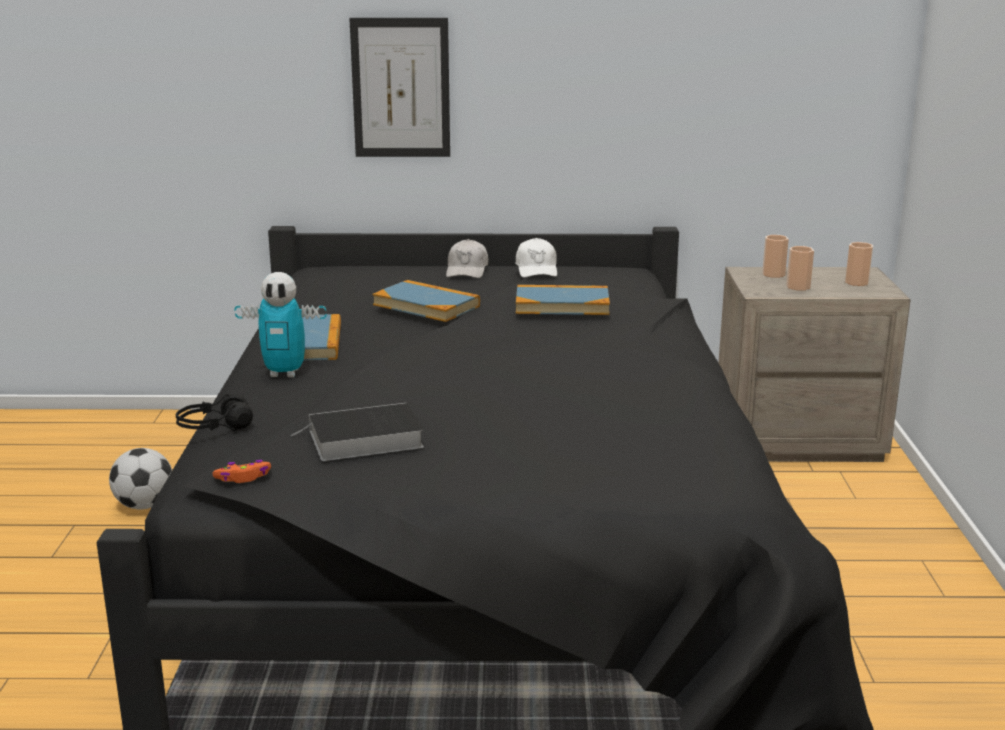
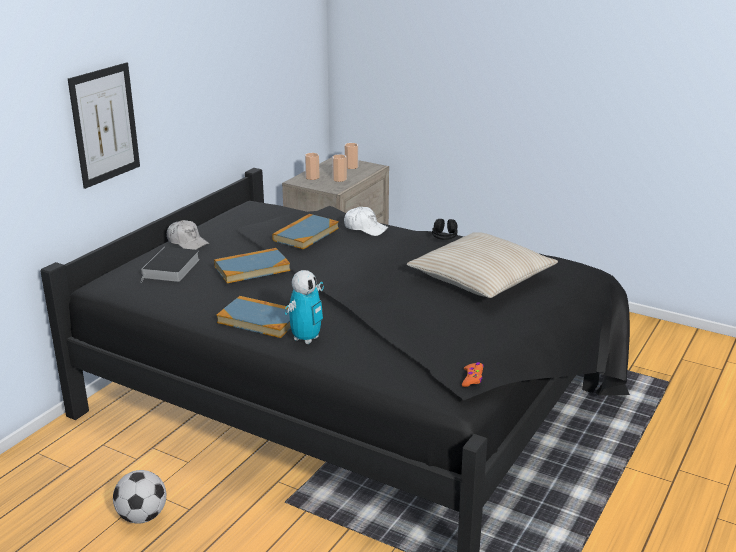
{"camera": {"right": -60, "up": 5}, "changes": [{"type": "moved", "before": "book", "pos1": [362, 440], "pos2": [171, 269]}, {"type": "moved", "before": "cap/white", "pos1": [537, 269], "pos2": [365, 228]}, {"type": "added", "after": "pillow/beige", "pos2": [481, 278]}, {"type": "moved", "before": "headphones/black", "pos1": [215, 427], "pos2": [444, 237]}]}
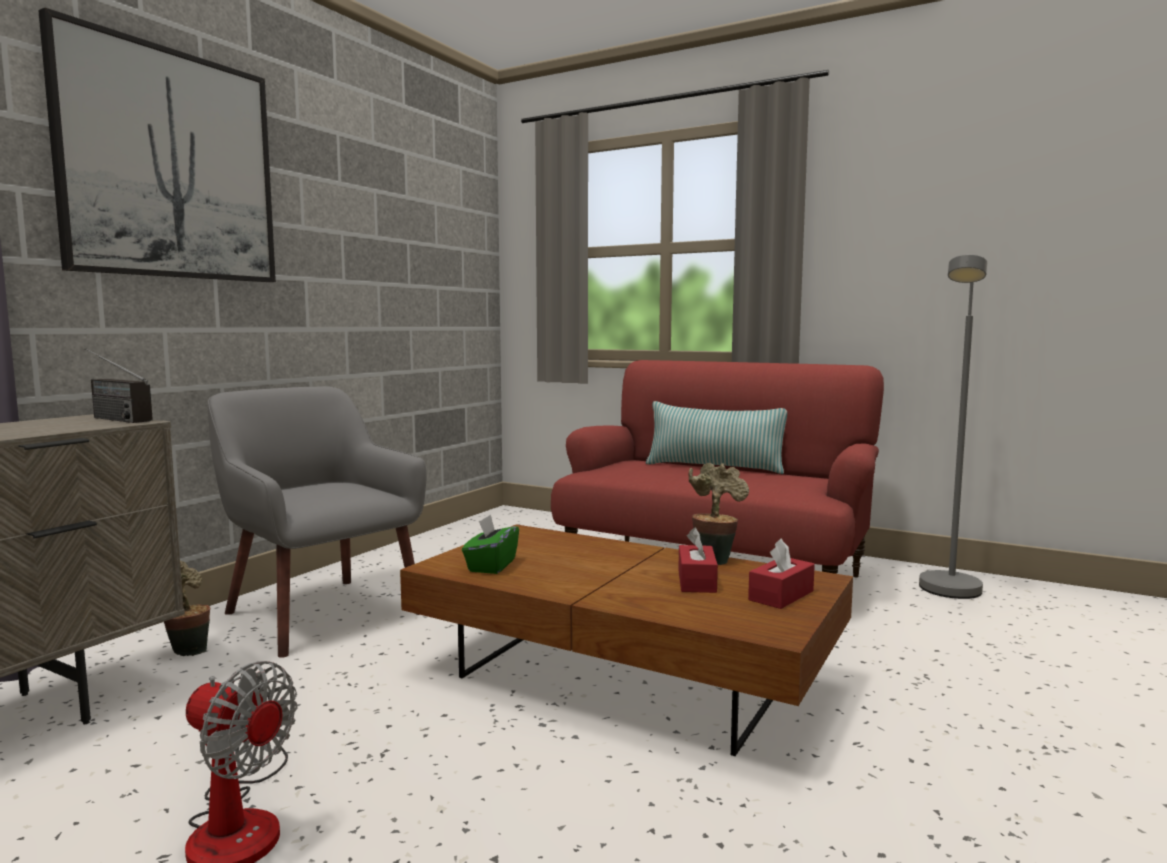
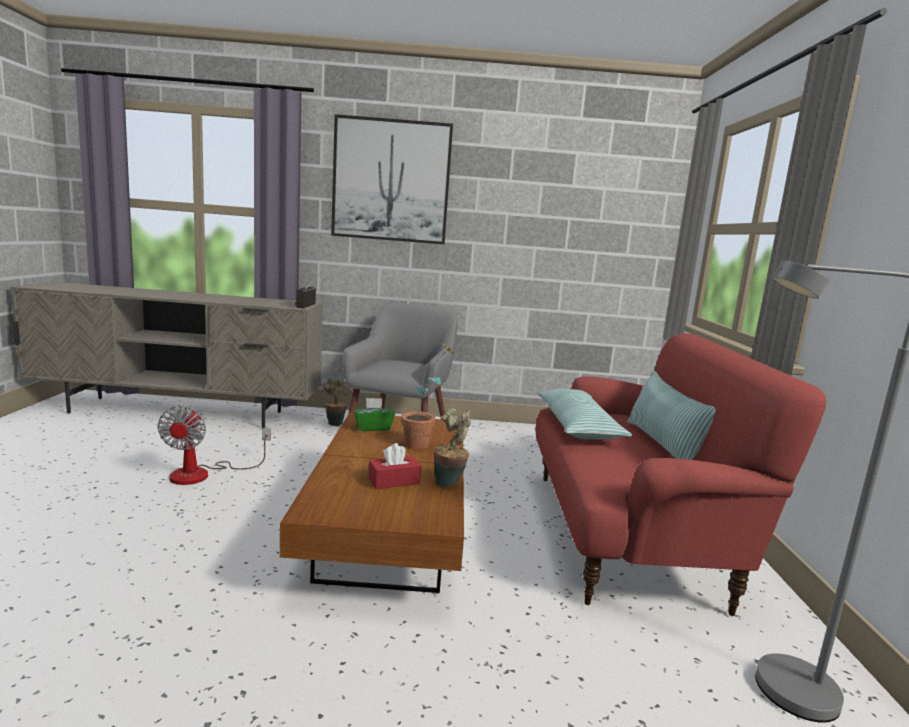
{"camera": {"right": 60, "up": 5}, "changes": [{"type": "added", "after": "potted plant", "pos2": [424, 444]}, {"type": "added", "after": "pillow", "pos2": [578, 426]}, {"type": "removed", "before": "tissue box/red", "pos1": [781, 595]}]}
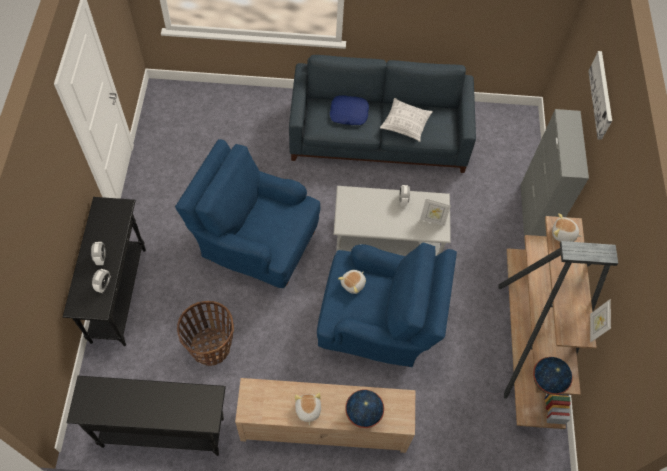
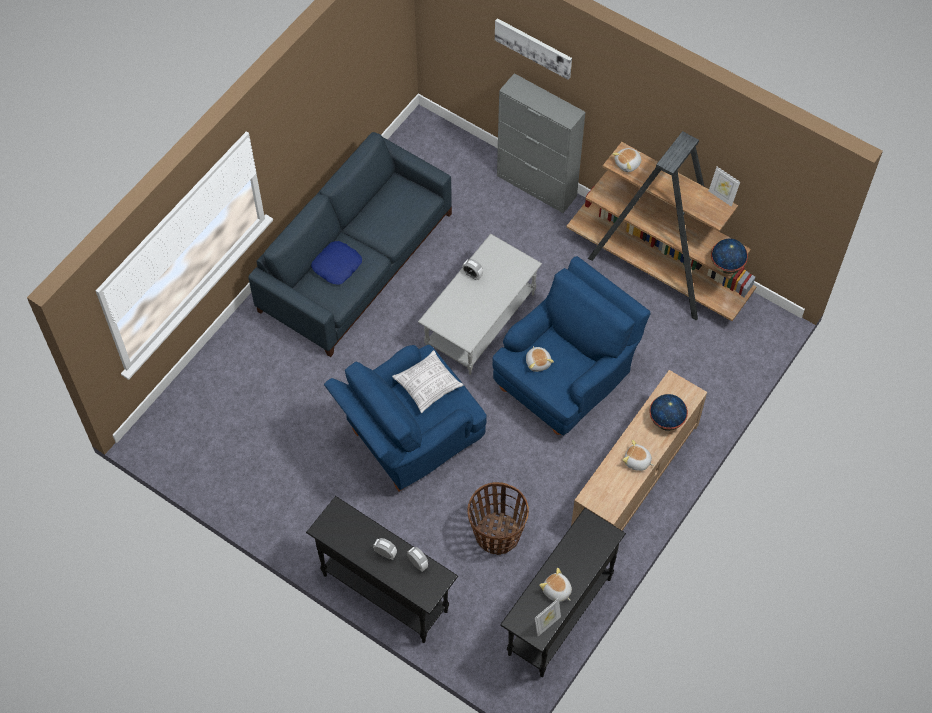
{"camera": {"right": -55, "up": 0}, "changes": [{"type": "moved", "before": "pillow", "pos1": [405, 124], "pos2": [428, 385]}, {"type": "moved", "before": "picture frame", "pos1": [432, 220], "pos2": [547, 624]}, {"type": "added", "after": "plush toy", "pos2": [556, 591]}]}
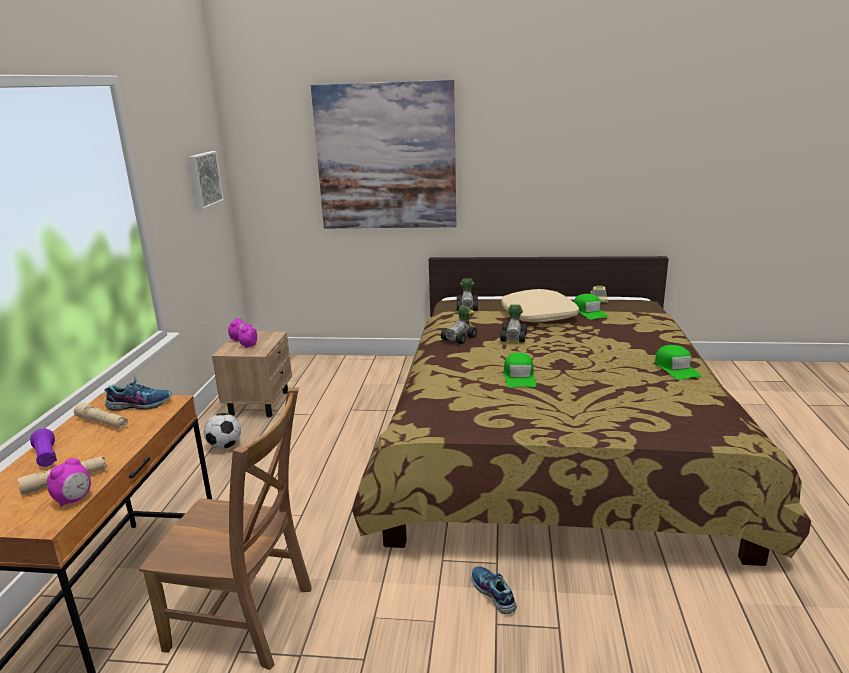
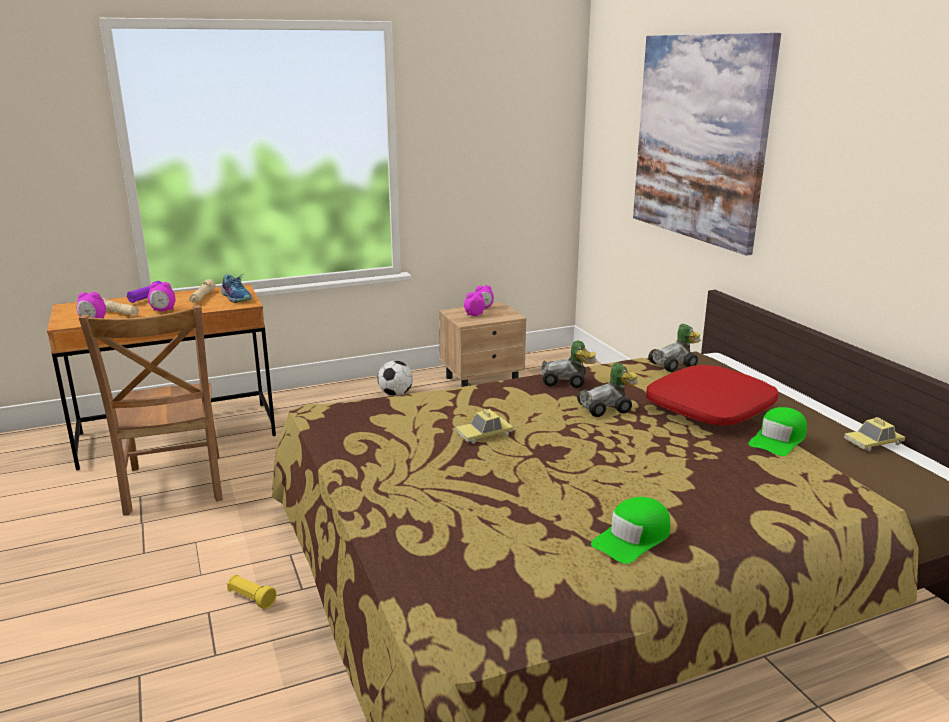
{"camera": {"right": 60, "up": 0}, "changes": [{"type": "added", "after": "alarm clock", "pos2": [163, 310]}, {"type": "replaced", "before": "shoe", "after": "flashlight/yellow", "pos1": [492, 594], "pos2": [251, 598]}, {"type": "replaced", "before": "cap/green", "after": "toy car", "pos1": [519, 377], "pos2": [484, 434]}, {"type": "recoloured", "before": "pillow/beige", "after": "pillow/red", "pos1": [539, 315], "pos2": [710, 409]}, {"type": "removed", "before": "picture", "pos1": [204, 179]}]}
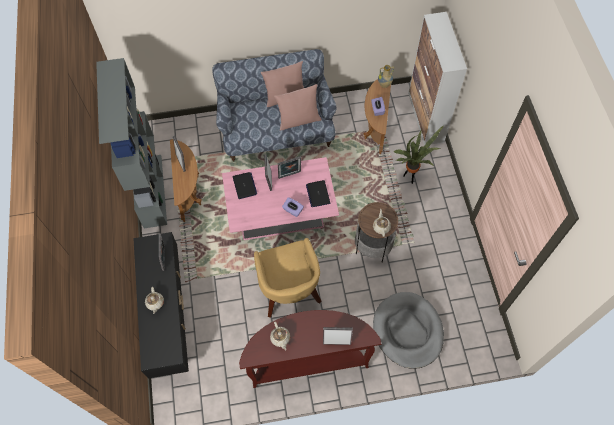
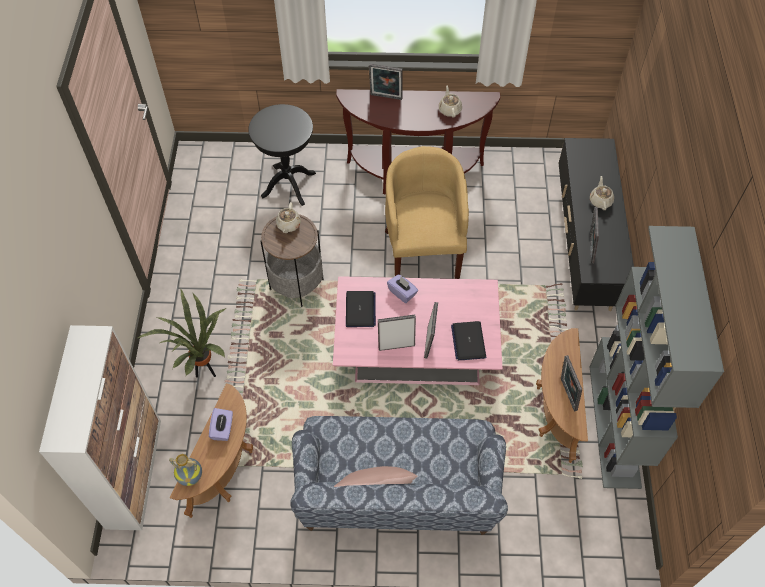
{"camera": {"right": -170, "up": -5}, "changes": [{"type": "replaced", "before": "dog bed/grey", "after": "side table/black", "pos1": [408, 331], "pos2": [288, 184]}, {"type": "removed", "before": "pillow/pink", "pos1": [298, 120]}]}
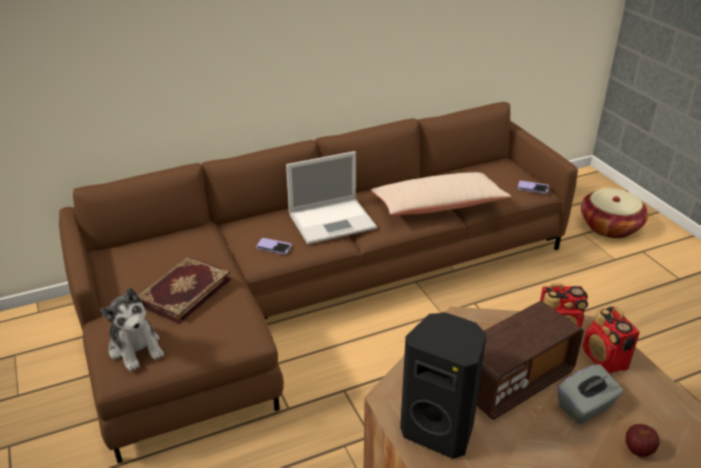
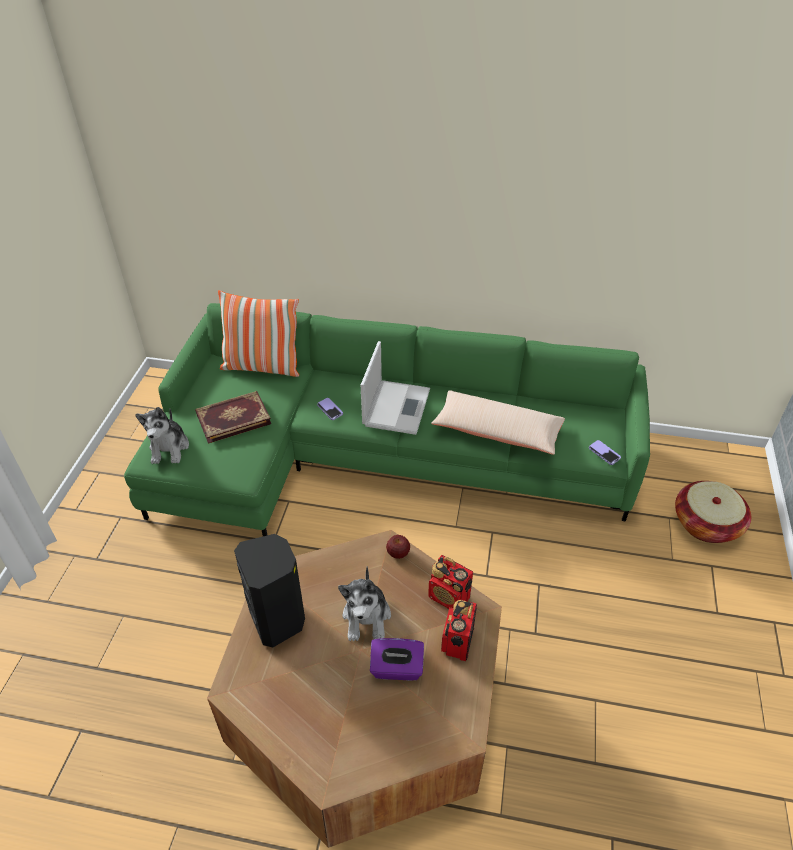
{"camera": {"right": 35, "up": 10}, "changes": [{"type": "recoloured", "before": "sofa/brown", "after": "sofa/green", "pos1": [315, 290], "pos2": [377, 455]}, {"type": "added", "after": "pillow", "pos2": [262, 367]}, {"type": "replaced", "before": "radio", "after": "plush toy", "pos1": [513, 382], "pos2": [367, 617]}, {"type": "turned", "before": "laptop", "pos1": [333, 221], "pos2": [396, 406], "turn": -90}, {"type": "recoloured", "before": "tissue box/grey", "after": "tissue box/purple", "pos1": [586, 407], "pos2": [396, 669]}, {"type": "moved", "before": "apple", "pos1": [638, 450], "pos2": [398, 553]}]}
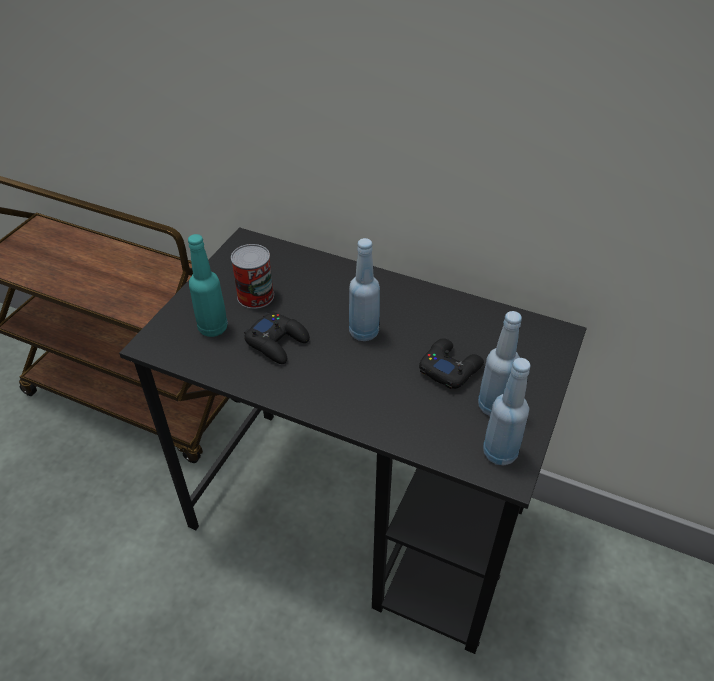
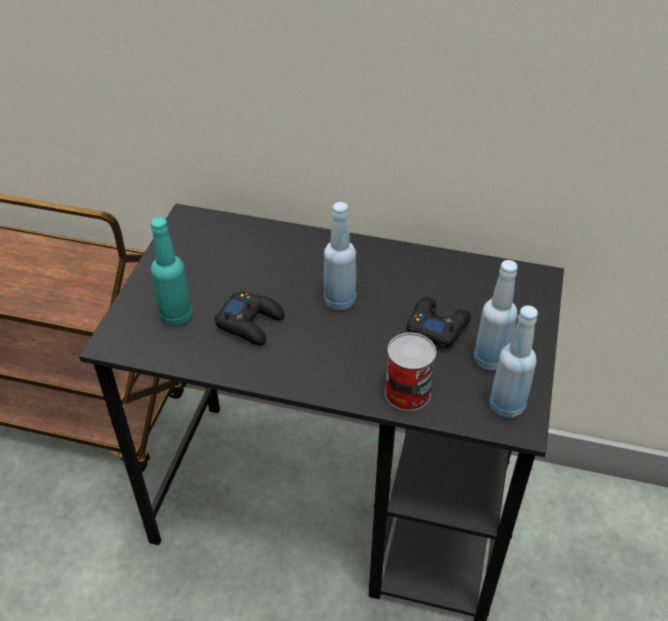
{"camera": {"right": -10, "up": 0}, "changes": [{"type": "moved", "before": "can", "pos1": [255, 296], "pos2": [407, 392]}]}
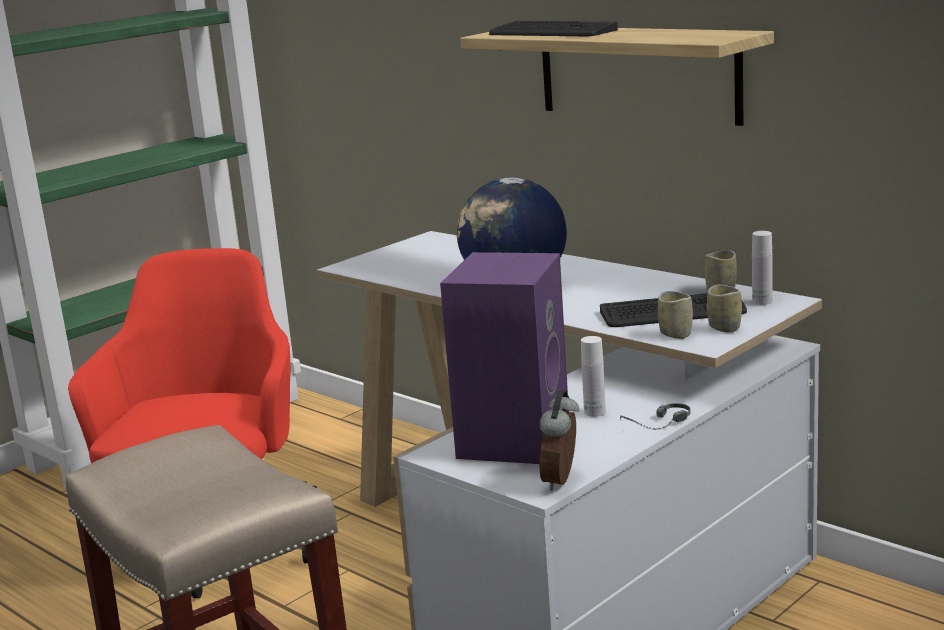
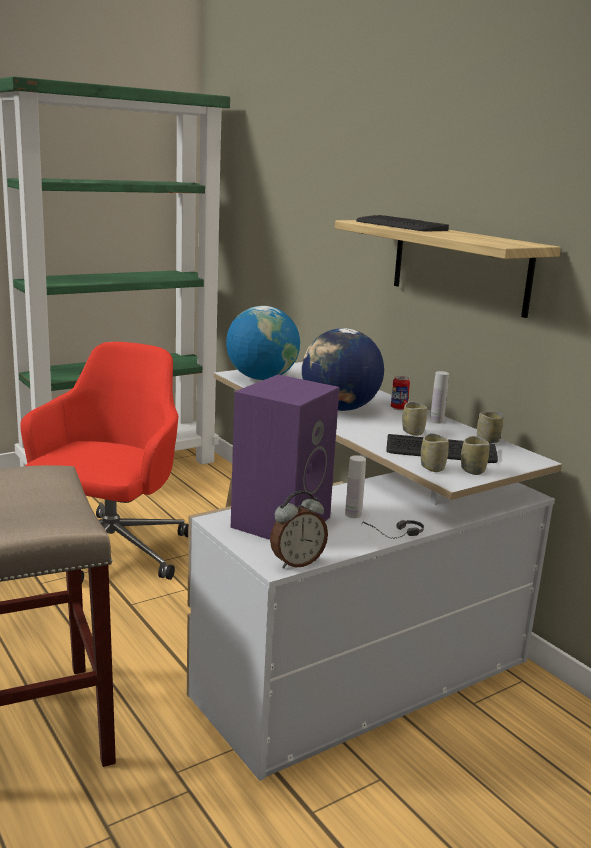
{"camera": {"right": 10, "up": 0}, "changes": [{"type": "added", "after": "globe", "pos2": [261, 378]}, {"type": "turned", "before": "alarm clock", "pos1": [562, 481], "pos2": [296, 562], "turn": -150}, {"type": "added", "after": "can", "pos2": [398, 408]}, {"type": "added", "after": "cup", "pos2": [413, 432]}, {"type": "moved", "before": "bottle/white", "pos1": [762, 301], "pos2": [436, 421]}]}
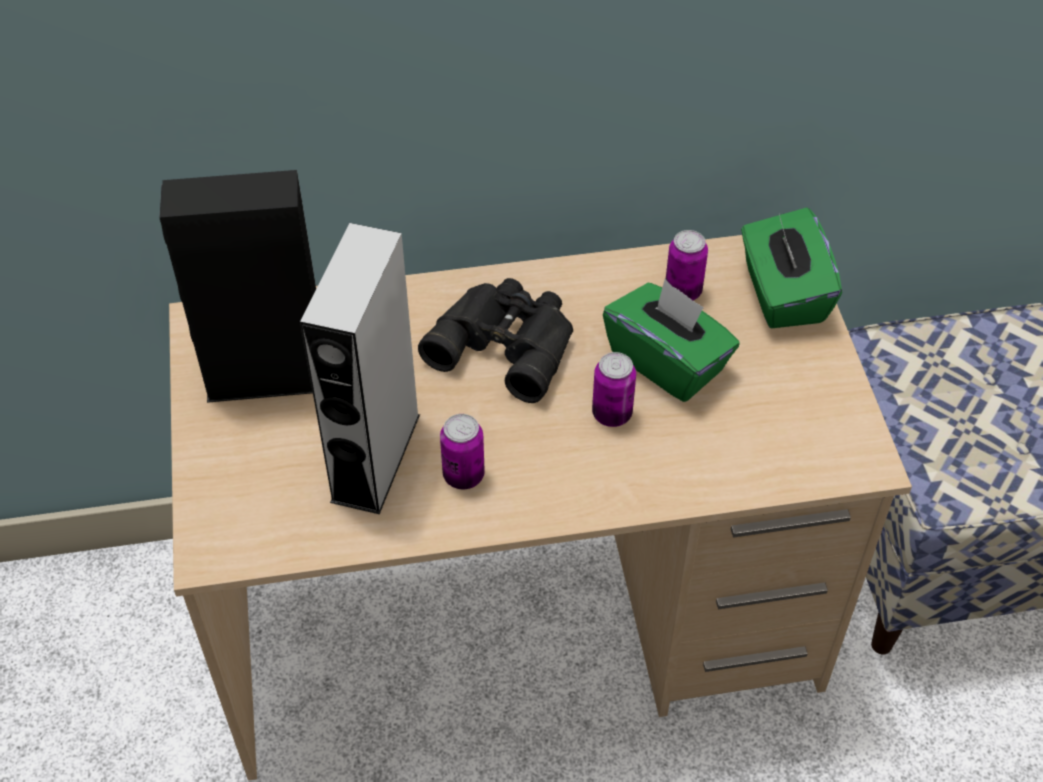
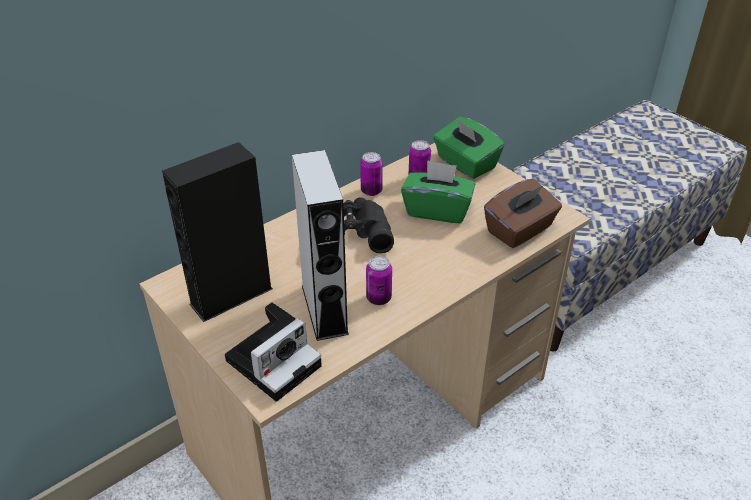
{"camera": {"right": -30, "up": -10}, "changes": [{"type": "added", "after": "photo camera", "pos2": [275, 360]}, {"type": "moved", "before": "can", "pos1": [612, 414], "pos2": [371, 191]}, {"type": "added", "after": "tissue box/brown", "pos2": [520, 230]}]}
